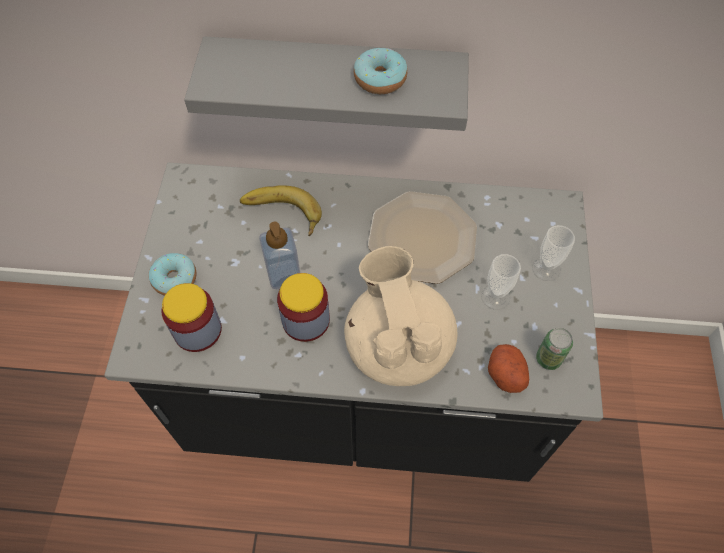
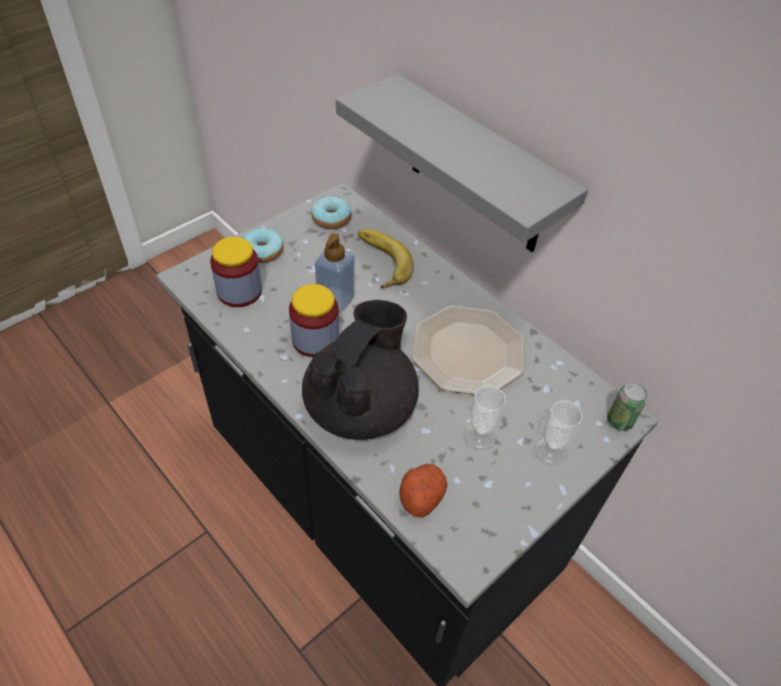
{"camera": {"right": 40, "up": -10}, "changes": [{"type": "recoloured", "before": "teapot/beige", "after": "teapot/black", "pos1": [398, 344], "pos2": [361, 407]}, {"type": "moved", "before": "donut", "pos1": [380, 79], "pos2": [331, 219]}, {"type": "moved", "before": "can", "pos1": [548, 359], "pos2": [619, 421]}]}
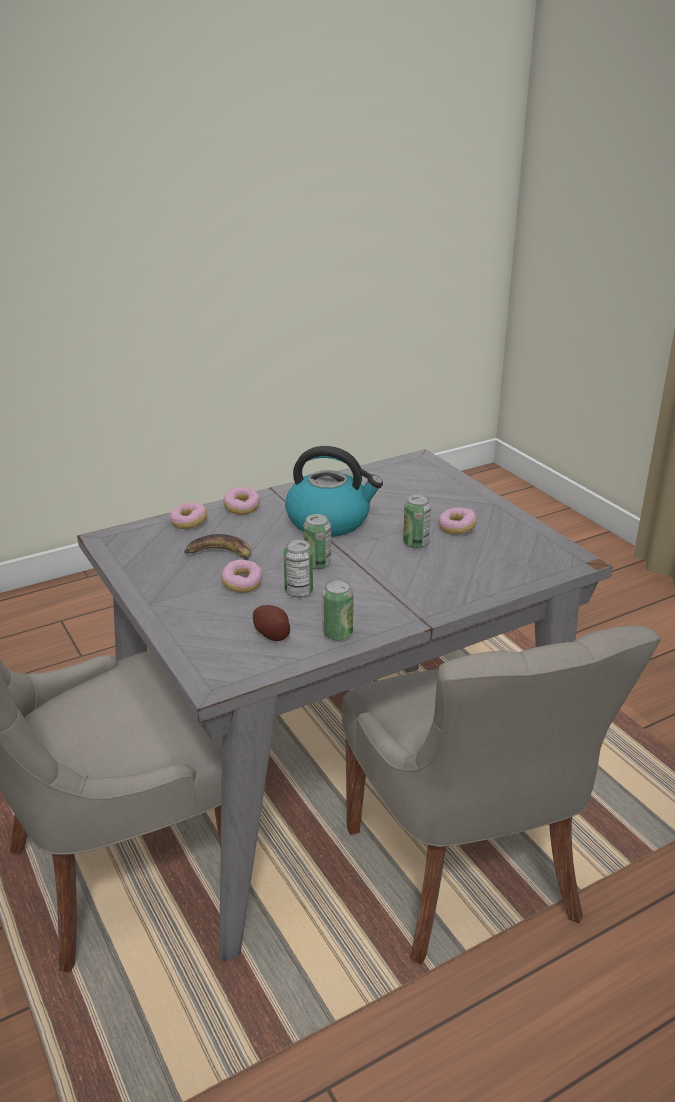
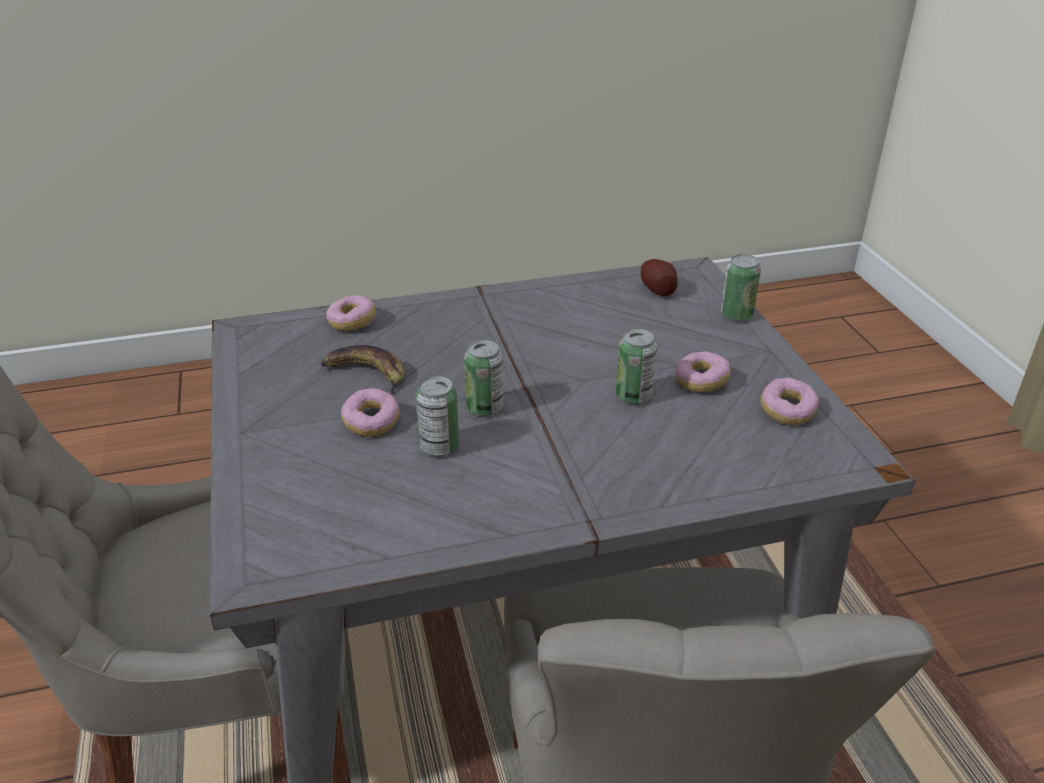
{"camera": {"right": 15, "up": 5}, "changes": [{"type": "moved", "before": "potato", "pos1": [271, 634], "pos2": [657, 289]}, {"type": "moved", "before": "can", "pos1": [337, 634], "pos2": [736, 315]}, {"type": "moved", "before": "donut", "pos1": [242, 508], "pos2": [787, 412]}, {"type": "removed", "before": "kettle", "pos1": [330, 521]}]}
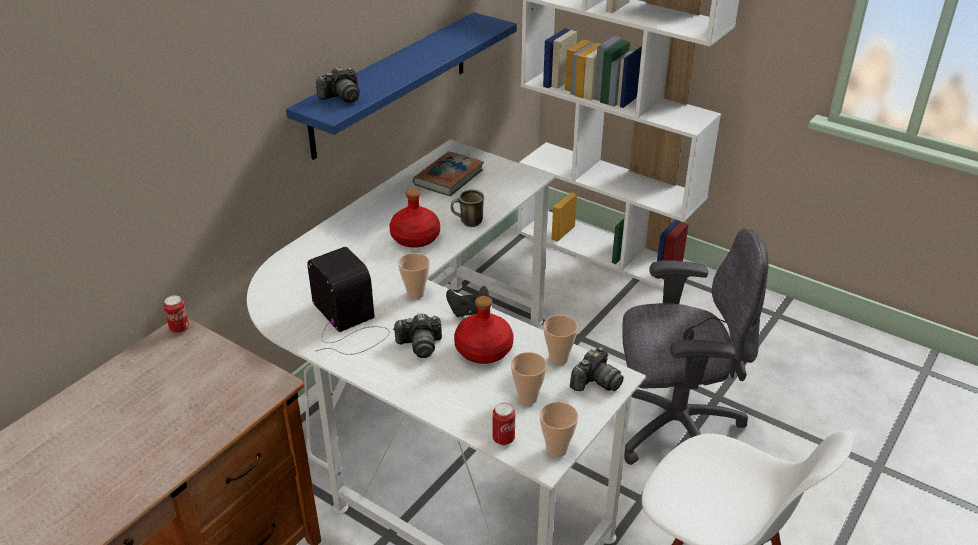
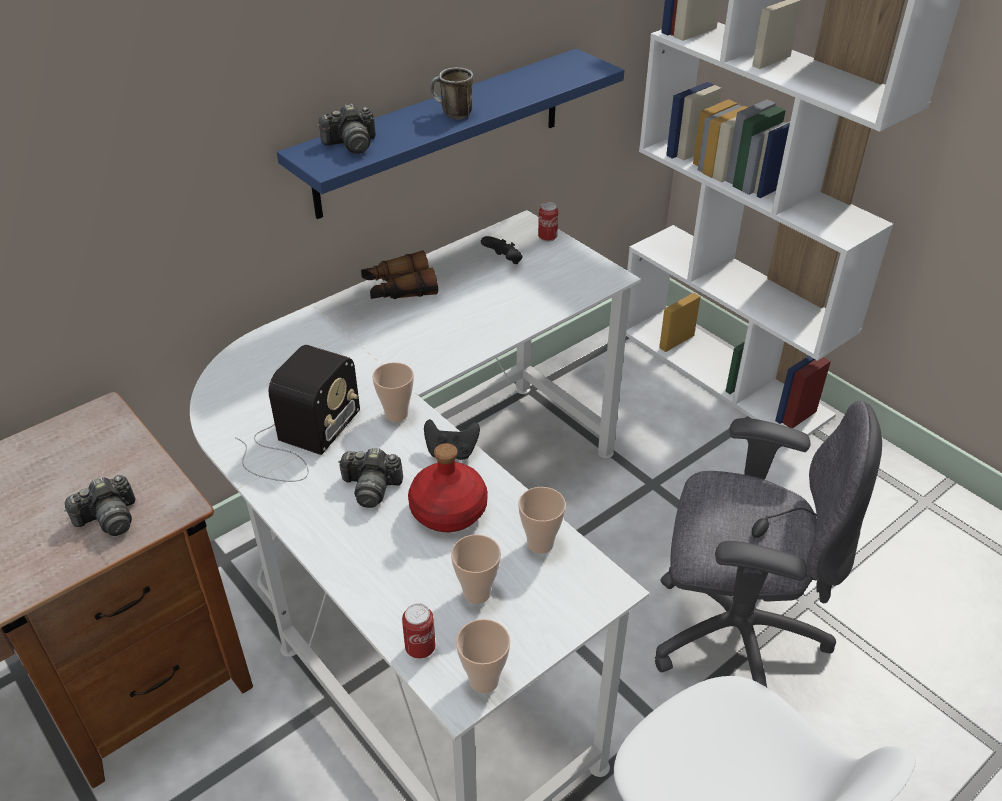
{"camera": {"right": 15, "up": 5}, "changes": [{"type": "moved", "before": "photo camera", "pos1": [595, 382], "pos2": [109, 518]}, {"type": "turned", "before": "radio", "pos1": [349, 323], "pos2": [299, 440], "turn": 45}, {"type": "added", "after": "binoculars", "pos2": [399, 289]}, {"type": "moved", "before": "mug", "pos1": [467, 223], "pos2": [451, 114]}, {"type": "replaced", "before": "book", "after": "game controller/black", "pos1": [449, 178], "pos2": [503, 261]}, {"type": "moved", "before": "can", "pos1": [179, 329], "pos2": [547, 238]}, {"type": "removed", "before": "bottle/red", "pos1": [416, 237]}]}
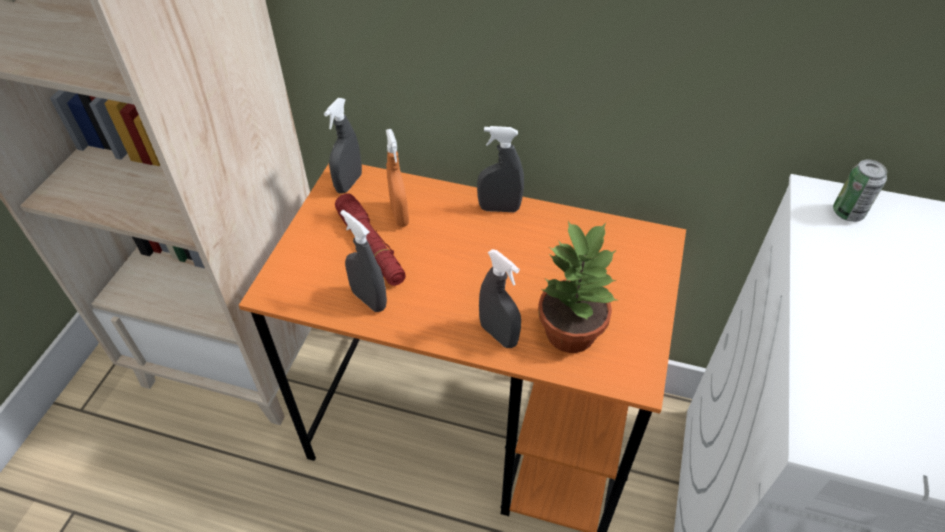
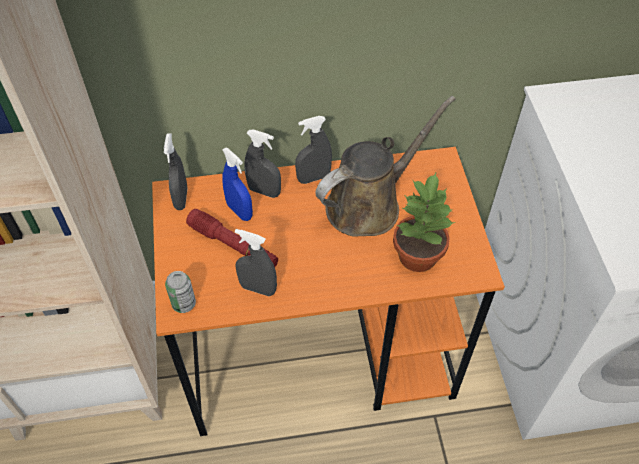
{"camera": {"right": -25, "up": 5}, "changes": [{"type": "moved", "before": "can", "pos1": [847, 213], "pos2": [184, 303]}, {"type": "recoloured", "before": "spray bottle/orange", "after": "spray bottle/blue", "pos1": [399, 215], "pos2": [239, 211]}, {"type": "moved", "before": "spray bottle/grey", "pos1": [498, 334], "pos2": [264, 191]}, {"type": "added", "after": "watering can/brown", "pos2": [369, 204]}]}
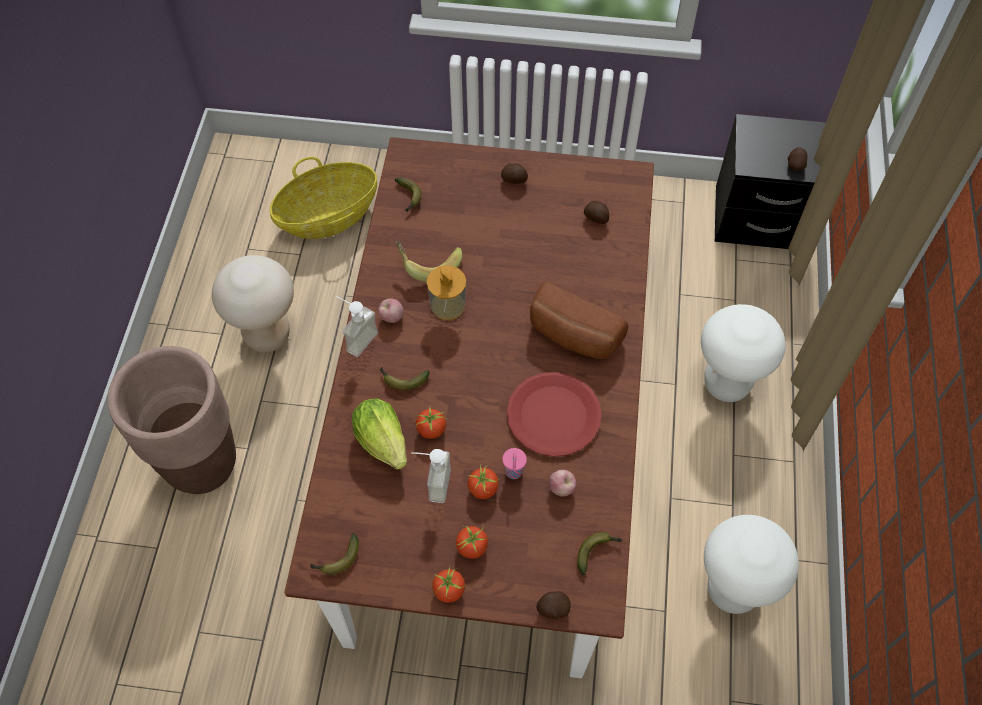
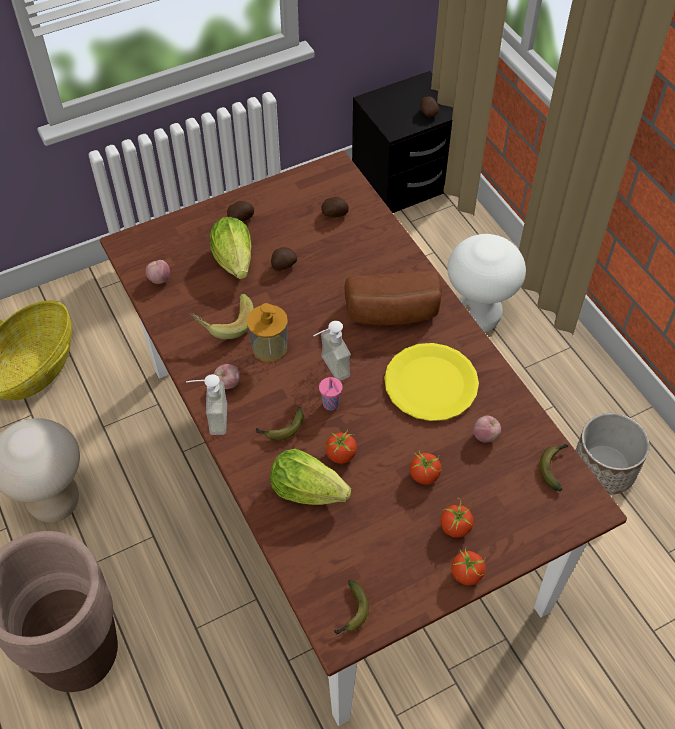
{"camera": {"right": -35, "up": -5}, "changes": [{"type": "replaced", "before": "banana", "after": "apple", "pos1": [408, 197], "pos2": [159, 279]}, {"type": "added", "after": "lettuce", "pos2": [234, 260]}, {"type": "moved", "before": "potato", "pos1": [552, 609], "pos2": [283, 265]}, {"type": "moved", "before": "soap dispenser", "pos1": [431, 484], "pos2": [328, 369]}, {"type": "moved", "before": "cup/pink", "pos1": [513, 473], "pos2": [331, 405]}, {"type": "recoloured", "before": "plate/red", "after": "plate/yellow", "pos1": [553, 415], "pos2": [430, 383]}, {"type": "replaced", "before": "stool/white", "after": "planter", "pos1": [732, 590], "pos2": [604, 469]}]}
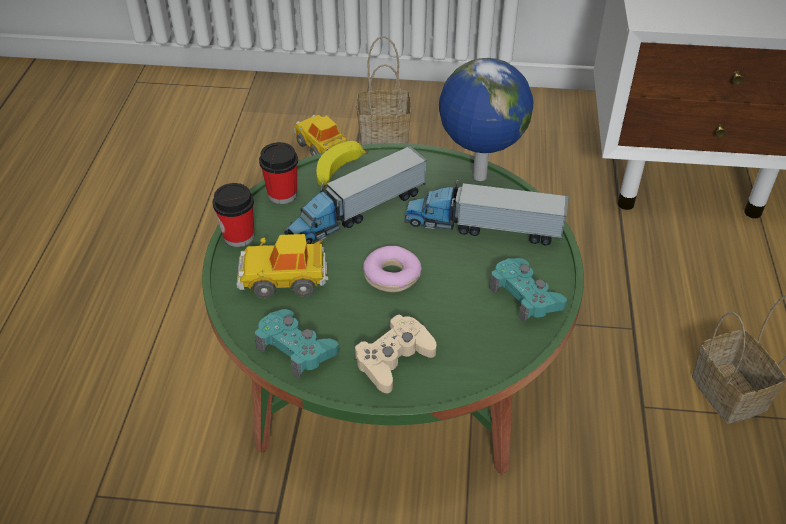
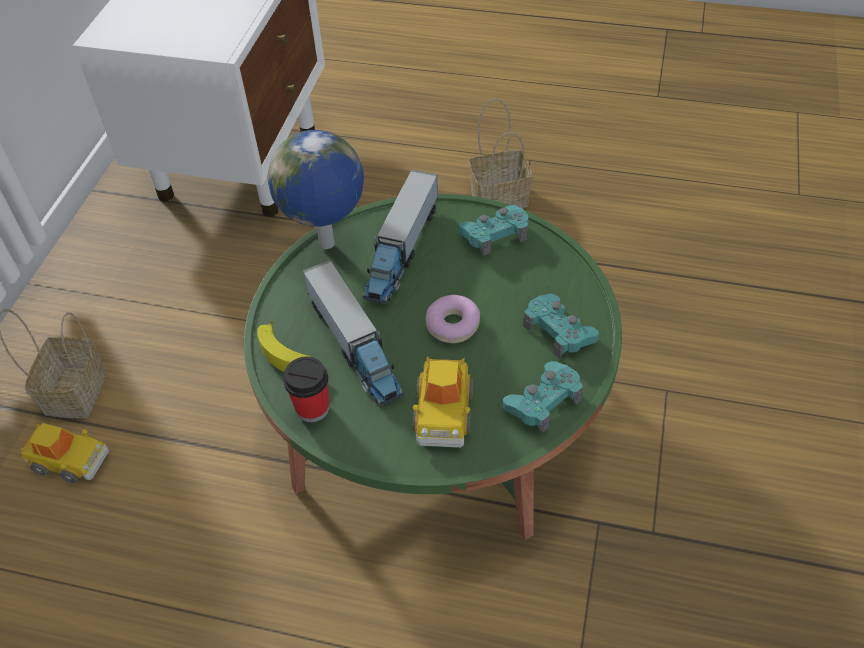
{"camera": {"right": -80, "up": 5}, "changes": [{"type": "turned", "before": "toy car", "pos1": [321, 145], "pos2": [69, 460], "turn": -135}, {"type": "recoloured", "before": "game controller/beige", "after": "game controller/turquoise", "pos1": [393, 359], "pos2": [559, 331]}, {"type": "removed", "before": "cup", "pos1": [239, 236]}]}
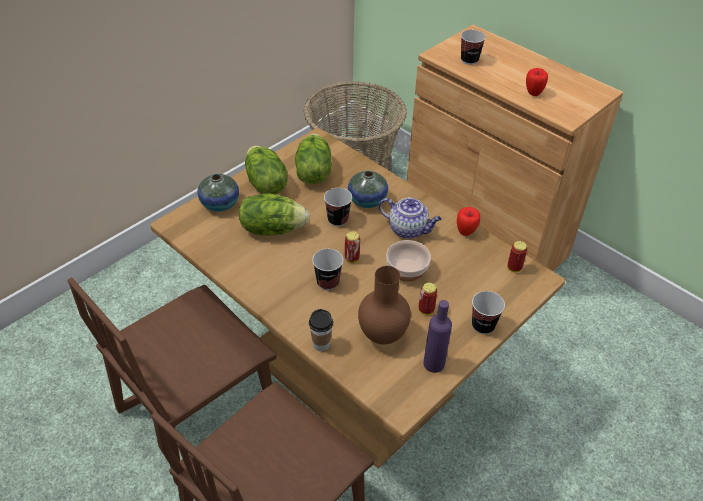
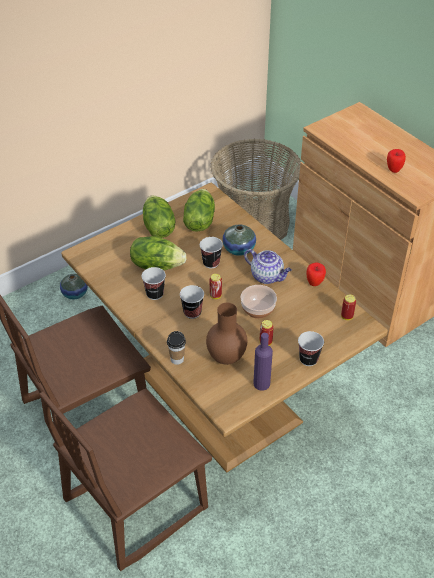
{"camera": {"right": 10, "up": 0}, "changes": [{"type": "moved", "before": "vase", "pos1": [220, 204], "pos2": [75, 293]}, {"type": "moved", "before": "cup", "pos1": [469, 60], "pos2": [155, 294]}]}
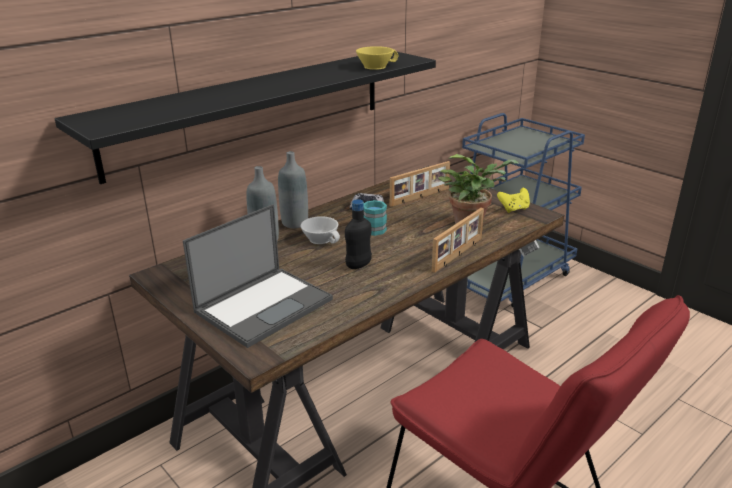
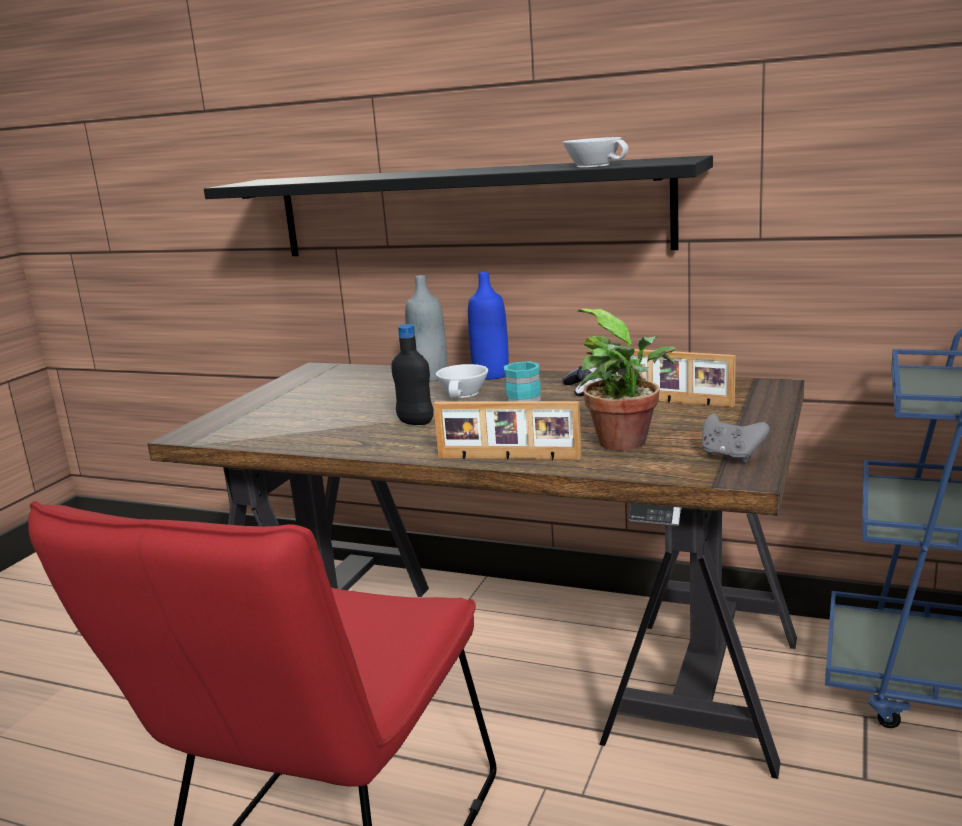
{"camera": {"right": 65, "up": -10}, "changes": [{"type": "recoloured", "before": "bottle/grey", "after": "bottle/blue", "pos1": [295, 223], "pos2": [491, 375]}, {"type": "recoloured", "before": "cup/yellow", "after": "cup/white", "pos1": [375, 66], "pos2": [596, 165]}, {"type": "recoloured", "before": "game controller/yellow", "after": "game controller/grey", "pos1": [514, 209], "pos2": [731, 456]}, {"type": "removed", "before": "laptop", "pos1": [265, 305]}]}
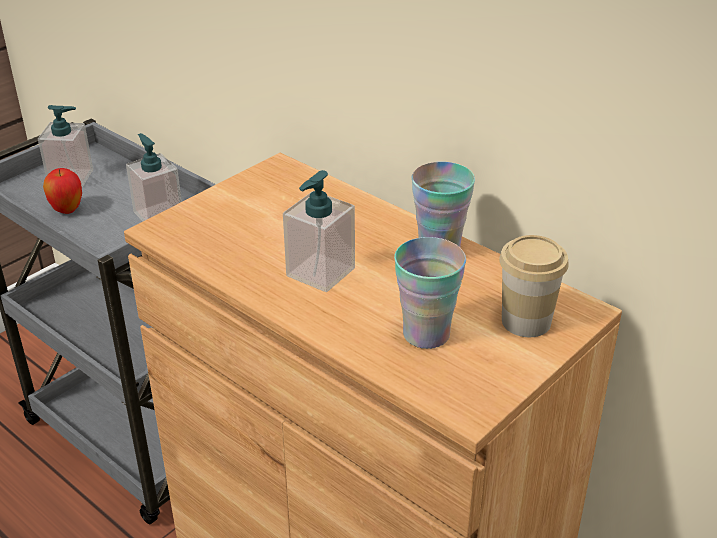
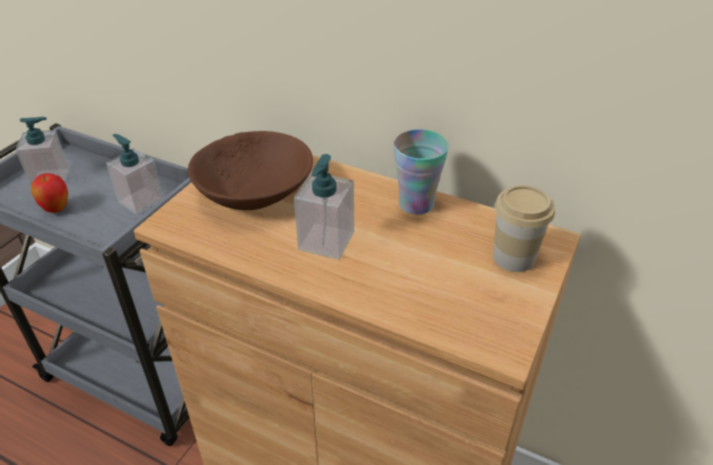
{"camera": {"right": -15, "up": 5}, "changes": [{"type": "added", "after": "bowl/brown", "pos2": [254, 191]}, {"type": "removed", "before": "cup", "pos1": [426, 334]}]}
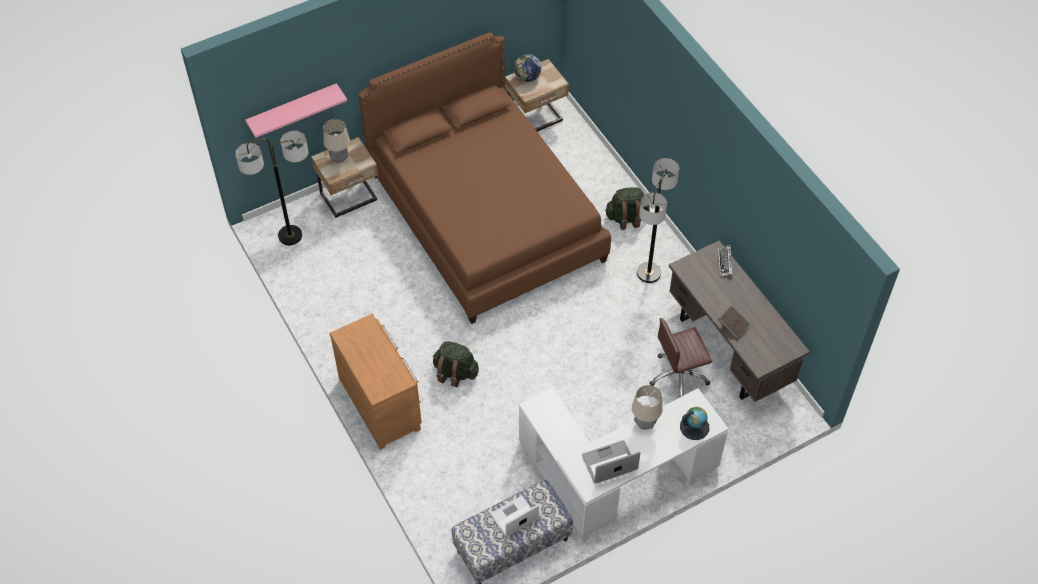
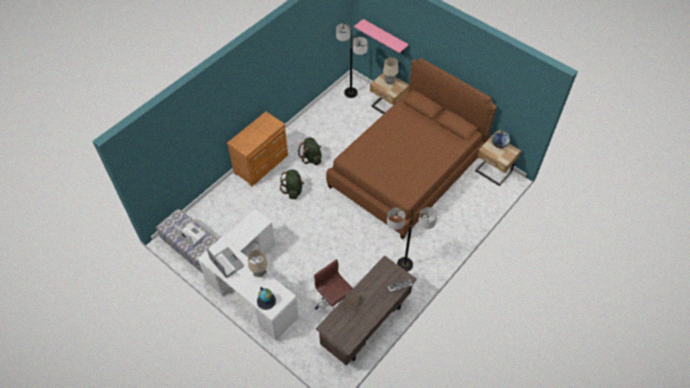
{"camera": {"right": 70, "up": 0}, "changes": [{"type": "moved", "before": "backpack/green", "pos1": [627, 218], "pos2": [311, 158]}]}
